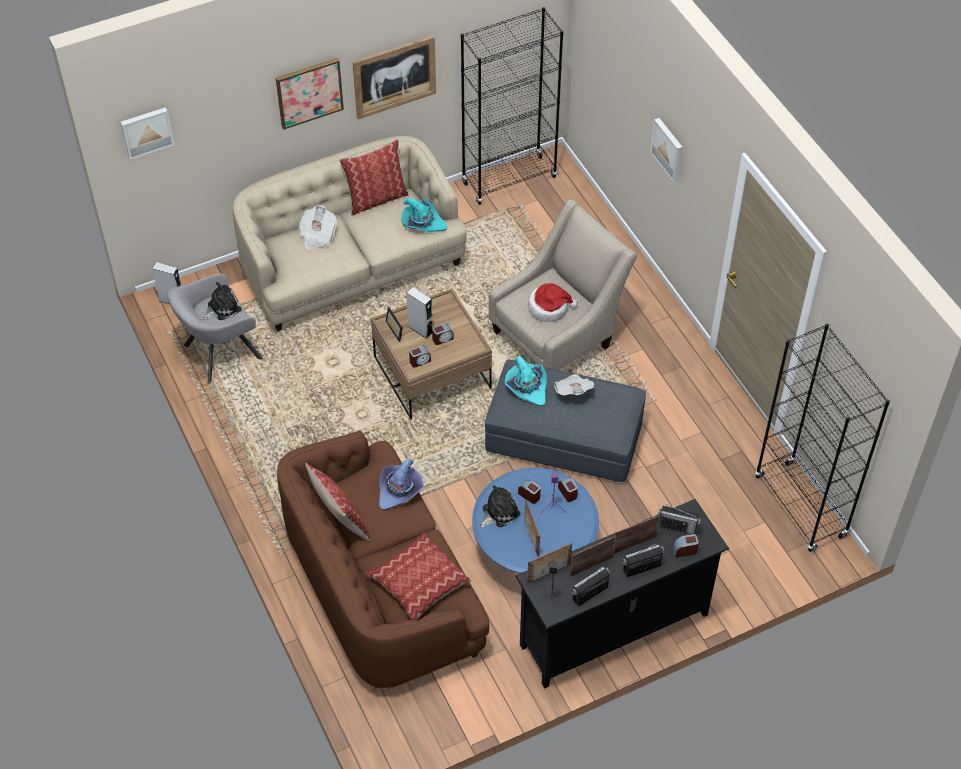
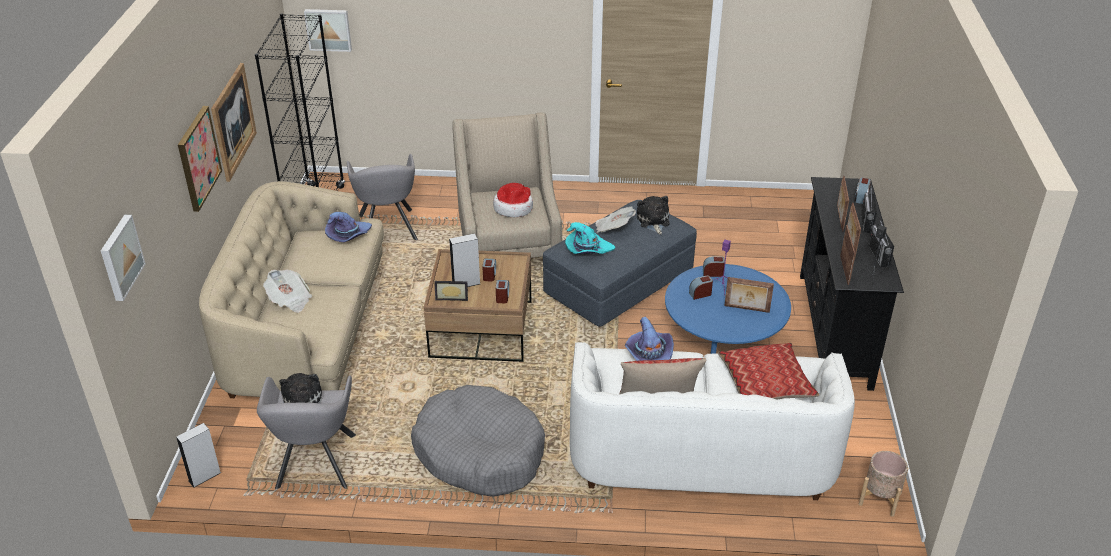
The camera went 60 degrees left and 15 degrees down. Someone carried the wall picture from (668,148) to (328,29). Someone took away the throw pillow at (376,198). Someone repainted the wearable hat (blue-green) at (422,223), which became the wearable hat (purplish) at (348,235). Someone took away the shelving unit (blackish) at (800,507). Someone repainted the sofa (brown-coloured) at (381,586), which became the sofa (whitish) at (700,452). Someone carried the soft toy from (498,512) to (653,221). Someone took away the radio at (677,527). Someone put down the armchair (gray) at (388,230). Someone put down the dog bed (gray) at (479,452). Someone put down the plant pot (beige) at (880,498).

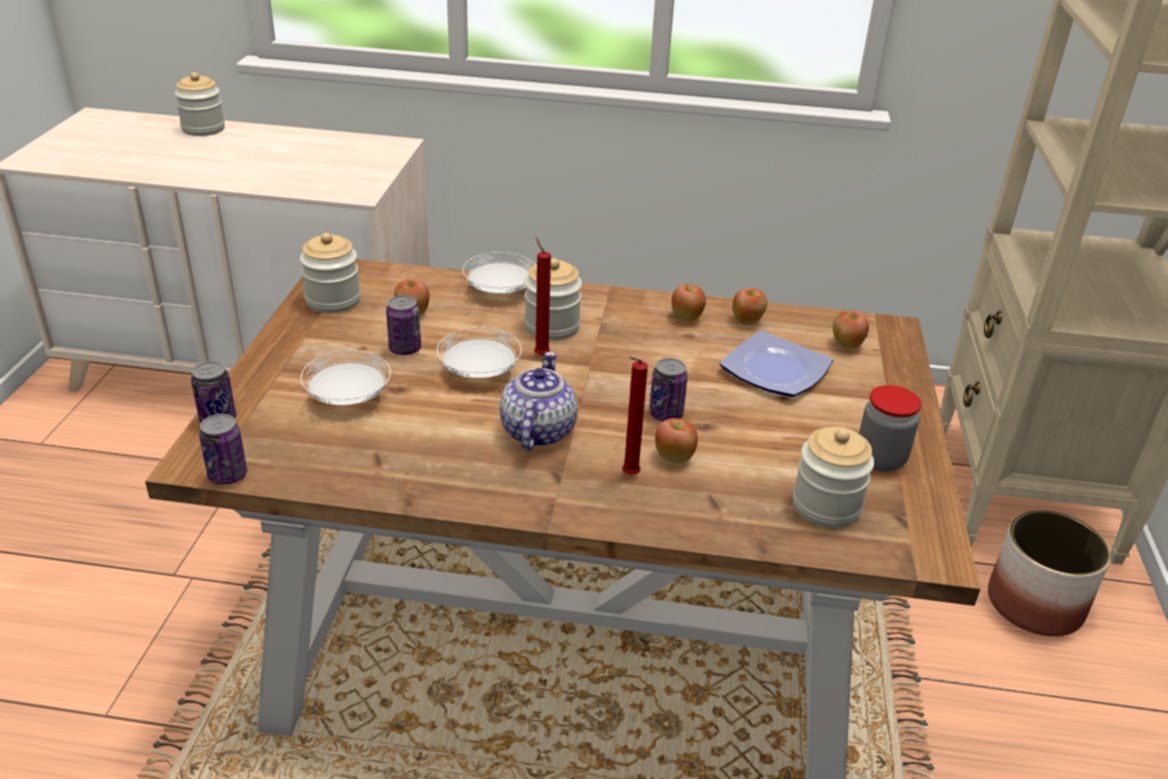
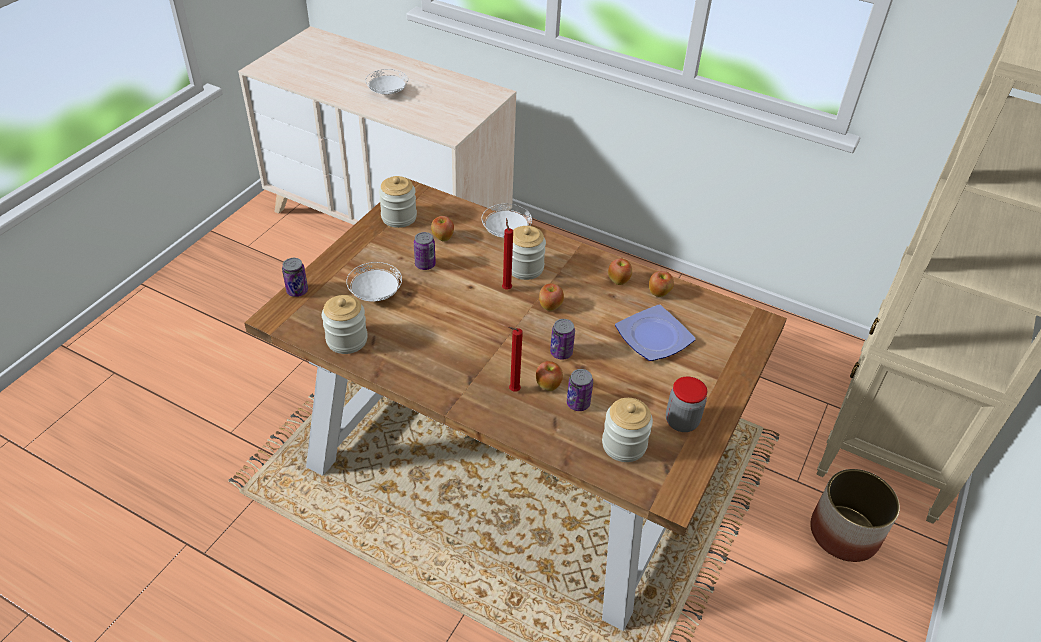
The camera went 20 degrees right and 10 degrees up. Someone carried the storage jar from (203,129) to (347,340). Someone carried the apple from (846,345) to (550,306). Someone carried the plate (whitish) from (480,373) to (387,92). Someone took away the pot for tea at (536,432). Someone carried the can from (227,475) to (578,403).

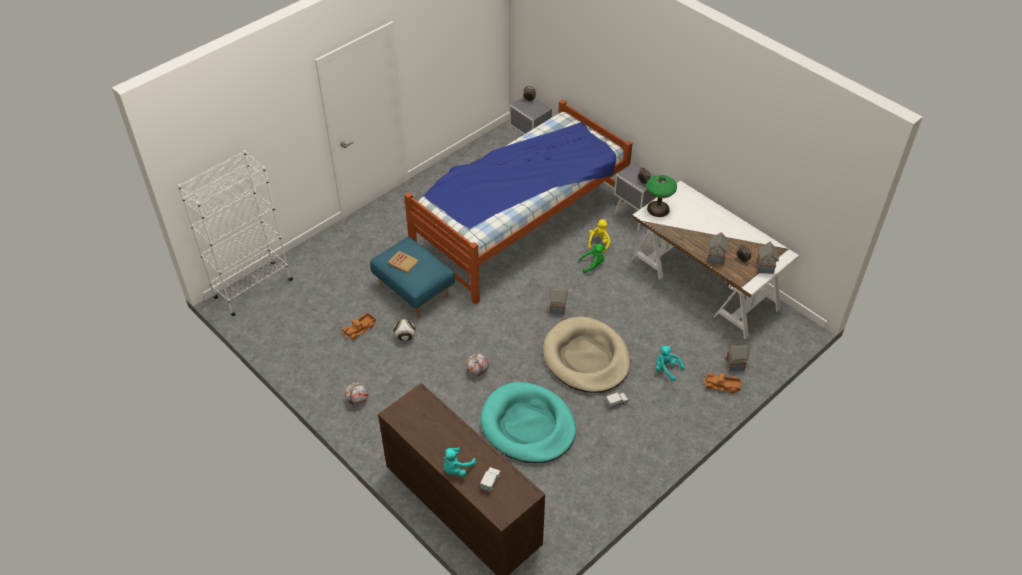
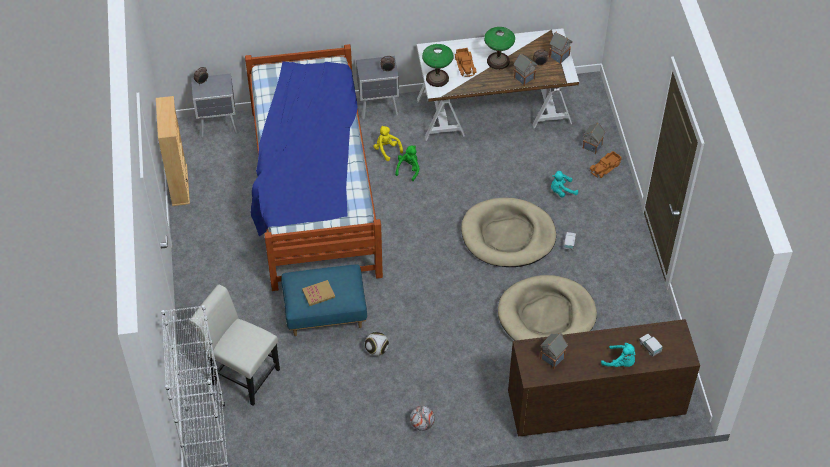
The camera went 55 degrees left and 5 degrees up. Someone carried the toy house from (558,308) to (552,357). Someone carried the toy lorry from (360,329) to (465,65). Someone took away the football at (477,371). Someone repainted the dog bed (blue-green) at (528,426), which became the dog bed (beige) at (546,315). Someone rotated the soft toy (blue-green) at (456,468) by 45 degrees counterclockwise. Someone put down the lamp for a table at (498,61). Someone put down the shelving unit (beige) at (179,185). Someone put down the plain chair (whitish) at (241,374).

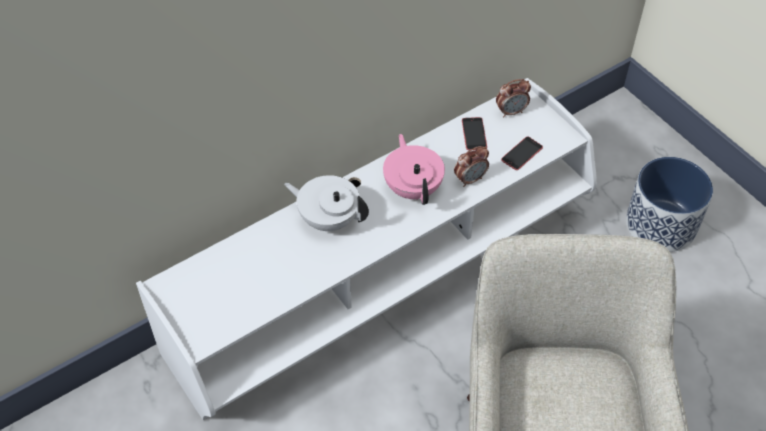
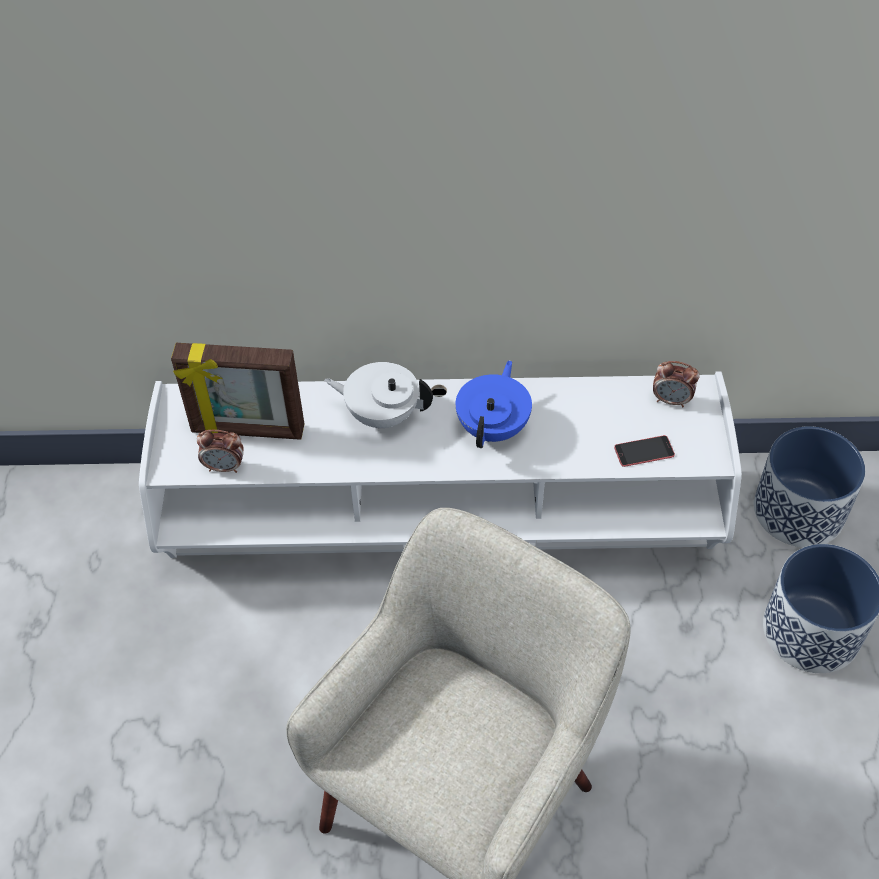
The camera went 35 degrees right and 0 degrees up. Someone took away the handset at (474,134). Someone repainted the pot for tea (pink-coloured) at (413,188), which became the pot for tea (blue-coloured) at (494,427). Someone carried the table clock from (470,179) to (224,467). Someone rotated the pot for tea (whitish) at (328,219) by 45 degrees counterclockwise. Someone put down the standing frame at (247,431). Someone put down the plant pot at (799,511).

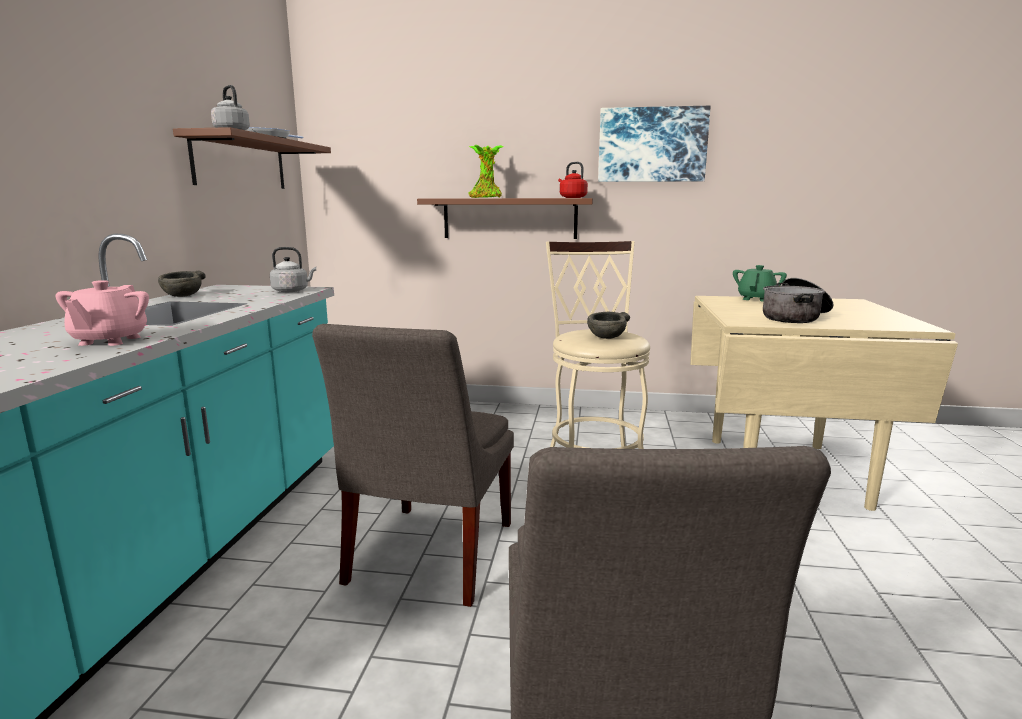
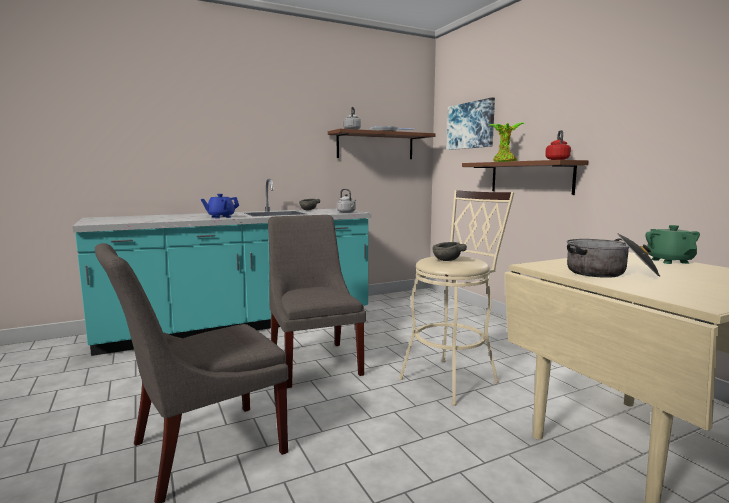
The camera went 55 degrees right and 5 degrees down. Someone carried the wall picture from (652,145) to (471,125). Someone rotated the pot for tea (green) at (756,299) by 90 degrees counterclockwise. Someone repainted the pot for tea (pink-coloured) at (109,341), which became the pot for tea (blue-coloured) at (220,217). Someone rotated the plain chair (gray) at (428,556) by 90 degrees clockwise.

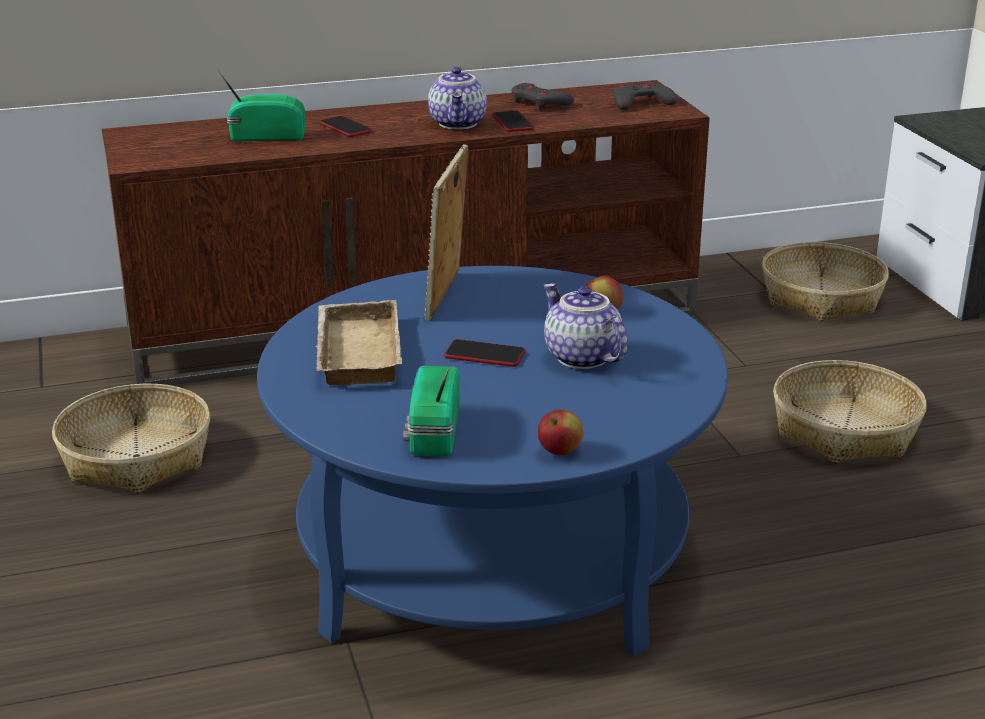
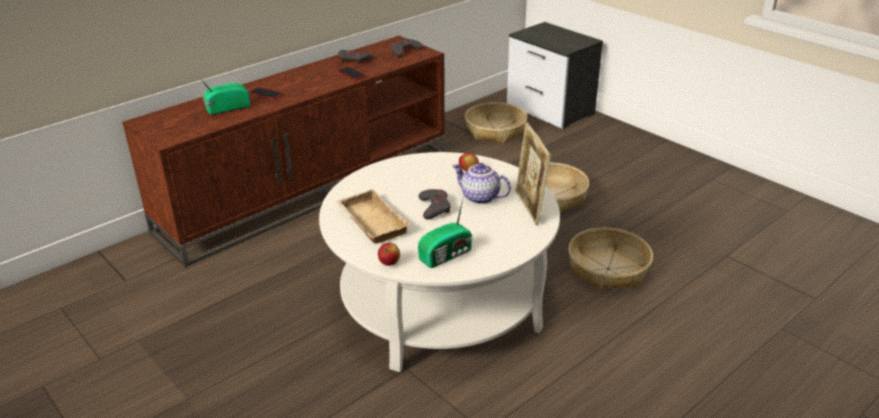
The camera went 25 degrees left and 5 degrees up. Someone took away the pot for tea at (459,124). Someone carried the standing frame from (447,296) to (529,207). Someone repainted the coffee table (blue-coloured) at (492,552), which became the coffee table (whitish) at (440,302). Someone swapped the handset at (485,355) for the game controller (gray) at (434,207). Someone rotated the radio at (432,433) by 105 degrees counterclockwise. Someone carried the basket from (135,456) to (607,269). Someone carried the apple from (560,452) to (389,263).

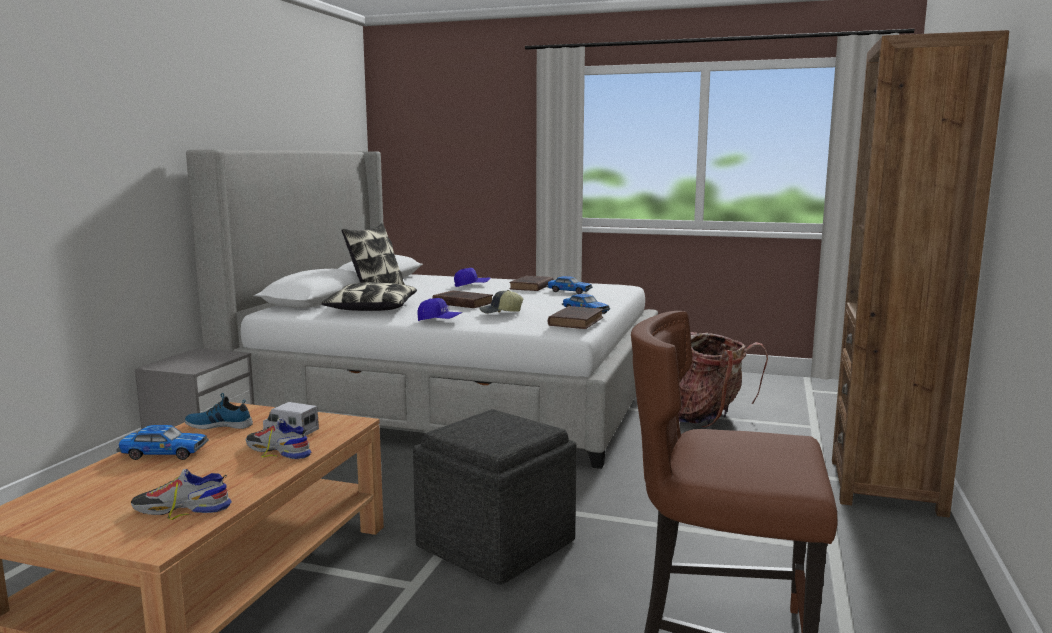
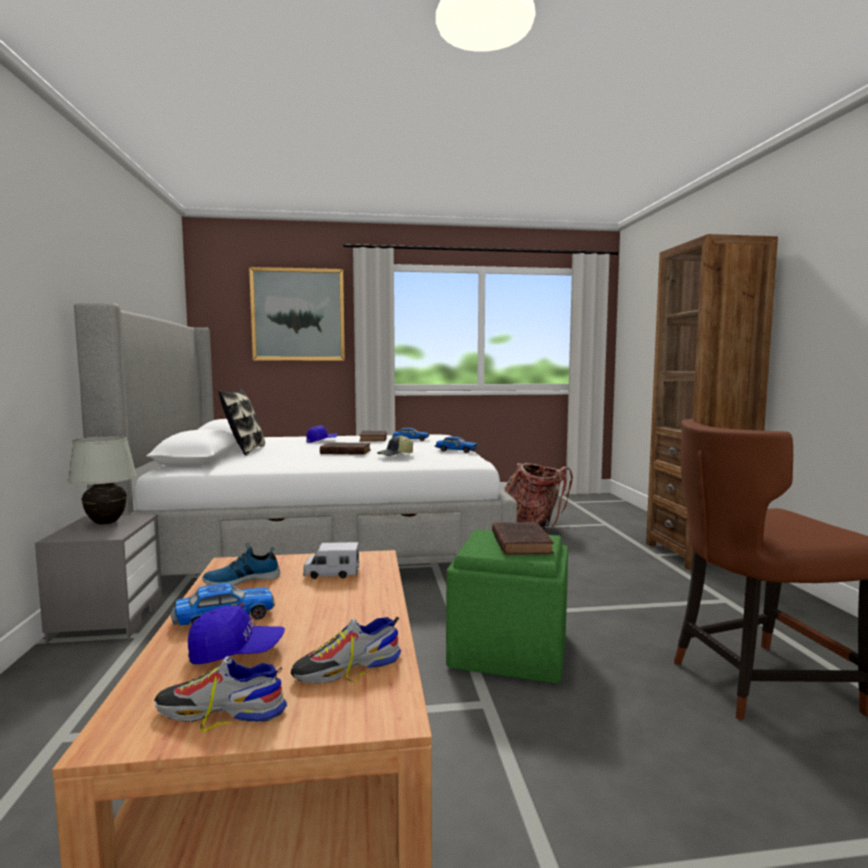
The camera went 25 degrees left and 5 degrees down. Someone took away the throw pillow at (371,308). Someone carried the peaked cap (blue-coloured) from (439,321) to (236,652). Someone carried the bound book (brown-coloured) from (576,321) to (520,542). Someone repainted the ottoman (gray) at (496,543), which became the ottoman (green) at (508,649). Someone carried the item of footwear from (278,450) to (220,711). Someone put up the wall picture at (298,315). Someone put down the lamp for a table (whitish) at (106,523).

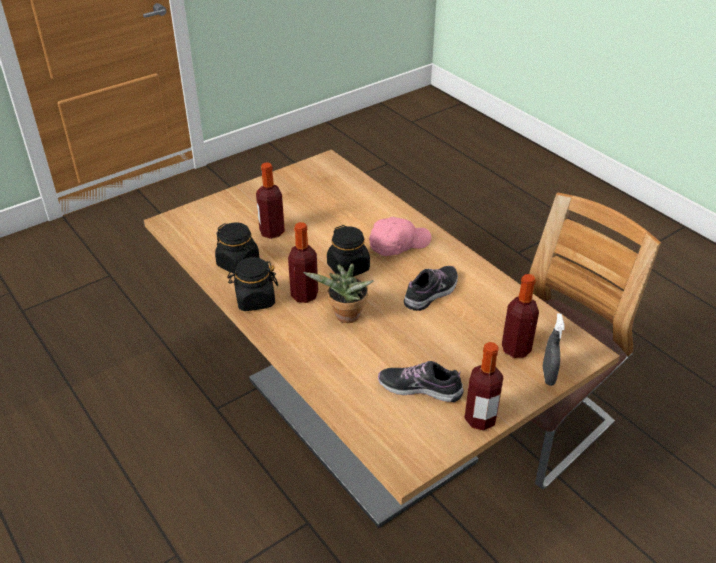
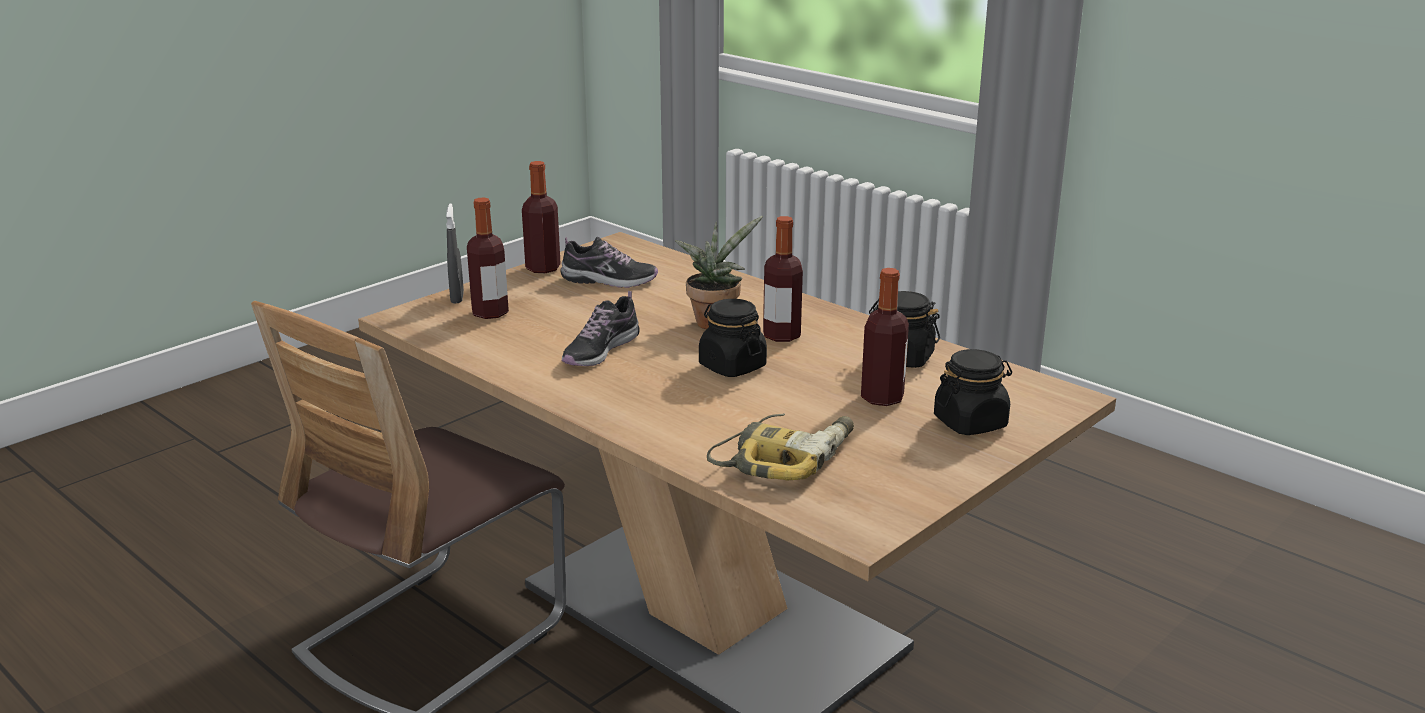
The camera went 170 degrees right and 15 degrees down. Someone took away the peaked cap (pink-coloured) at (398,244). Someone carried the storage jar (blackish) from (255,300) to (970,422). Someone put down the power drill at (785,457).

